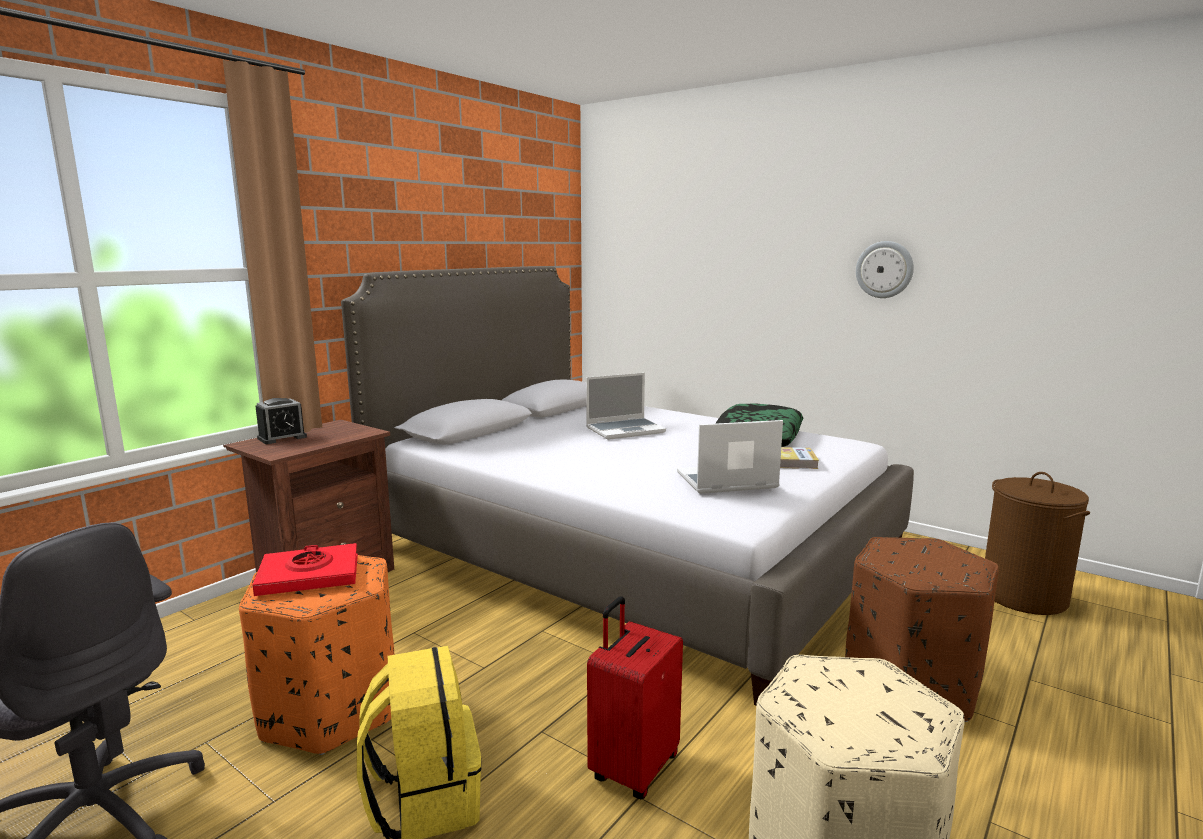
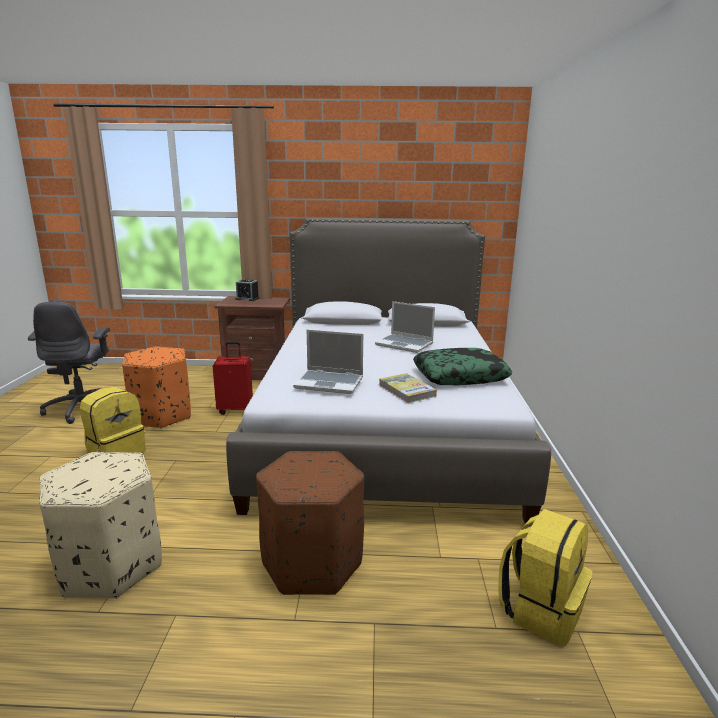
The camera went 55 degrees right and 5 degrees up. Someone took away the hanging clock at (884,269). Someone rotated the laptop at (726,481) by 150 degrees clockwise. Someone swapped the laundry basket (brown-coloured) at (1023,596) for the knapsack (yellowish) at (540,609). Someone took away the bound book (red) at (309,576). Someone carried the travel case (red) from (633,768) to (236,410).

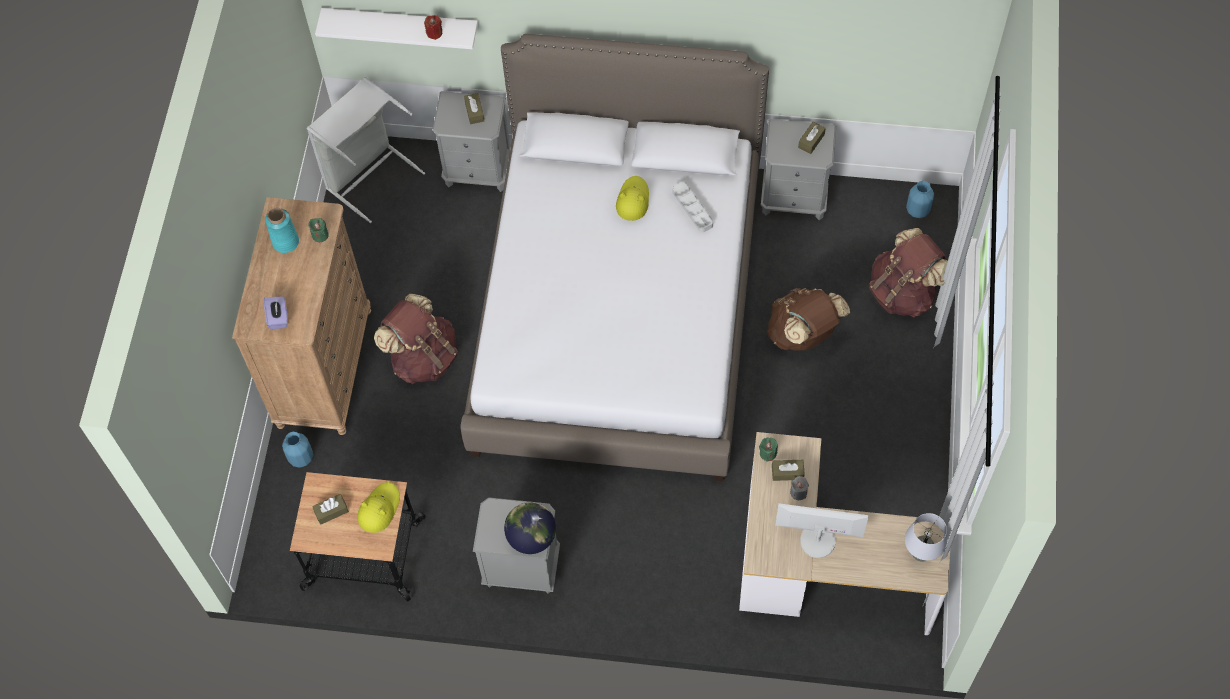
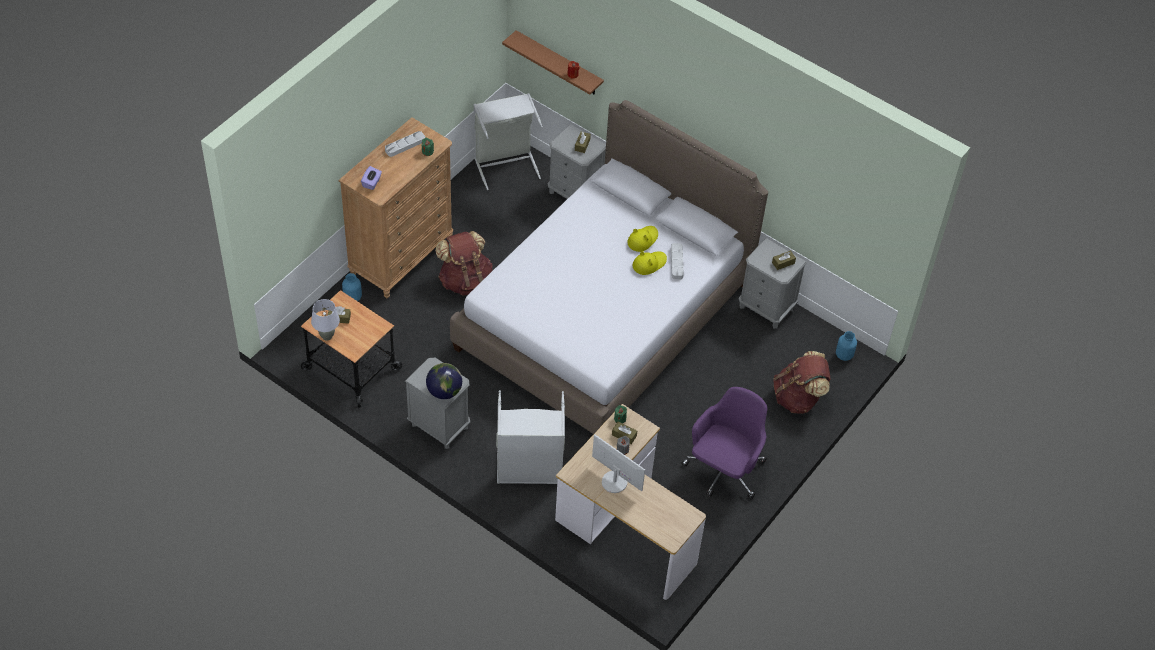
The camera went 25 degrees right and 10 degrees down. Someone repainted the bracket shelf (whitish) at (401,25), which became the bracket shelf (brown-coloured) at (559,64). Someone swapped the decorative vase (blue-green) at (285,242) for the tray (gray) at (405,145). Someone took away the knapsack (brown-coloured) at (803,334). Someone carried the wearable hat (yellowish) from (379,509) to (649,264). Someone carried the lamp for a table (gray) from (920,554) to (327,336). Someone put down the desk chair (purplish) at (724,471). Someone put down the laundry basket (gray) at (529,469).

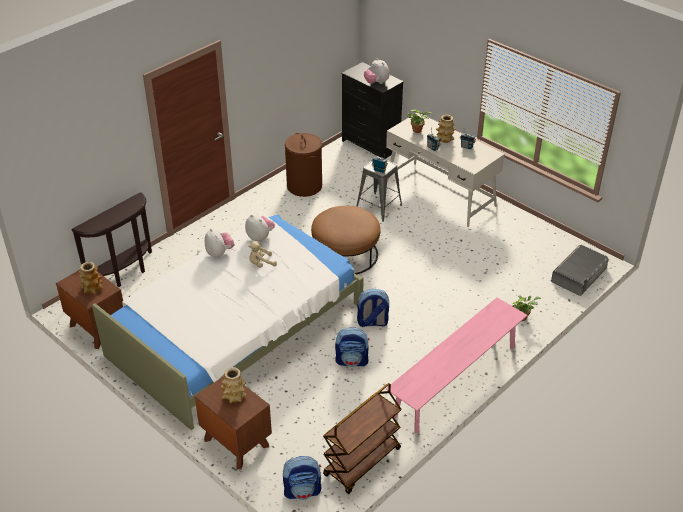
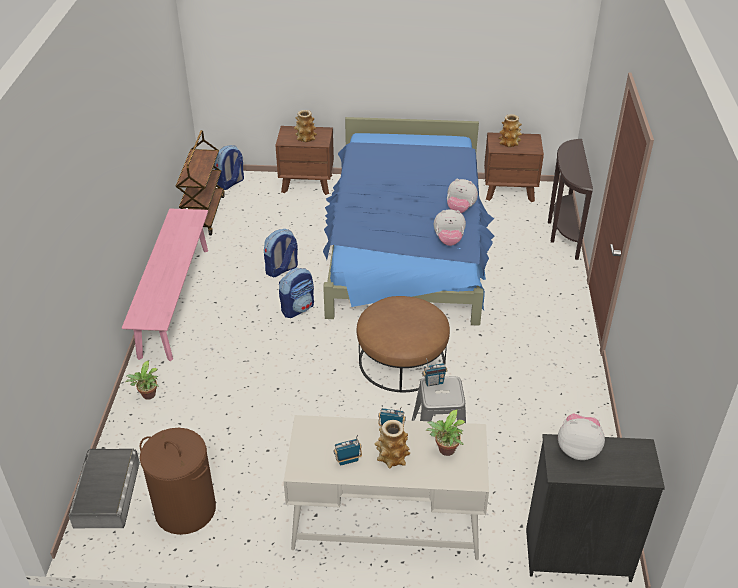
The camera went 140 degrees right and 0 degrees up. Someone carried the laundry basket (brown-coloured) from (304,186) to (185,510). Someone repainted the bedroom bed (whitish) at (238,328), which became the bedroom bed (blue-coloured) at (406,244). Someone took away the soft toy (beige) at (261,264).

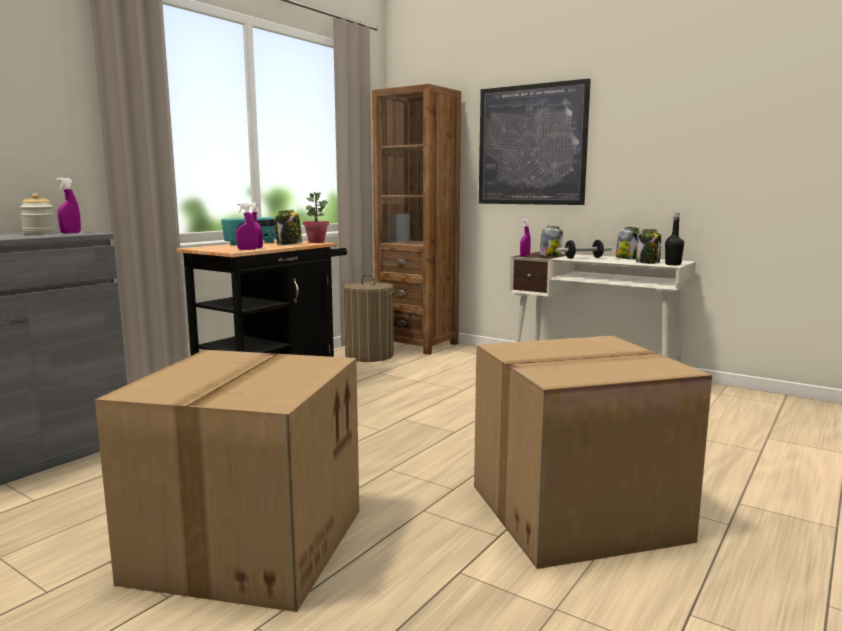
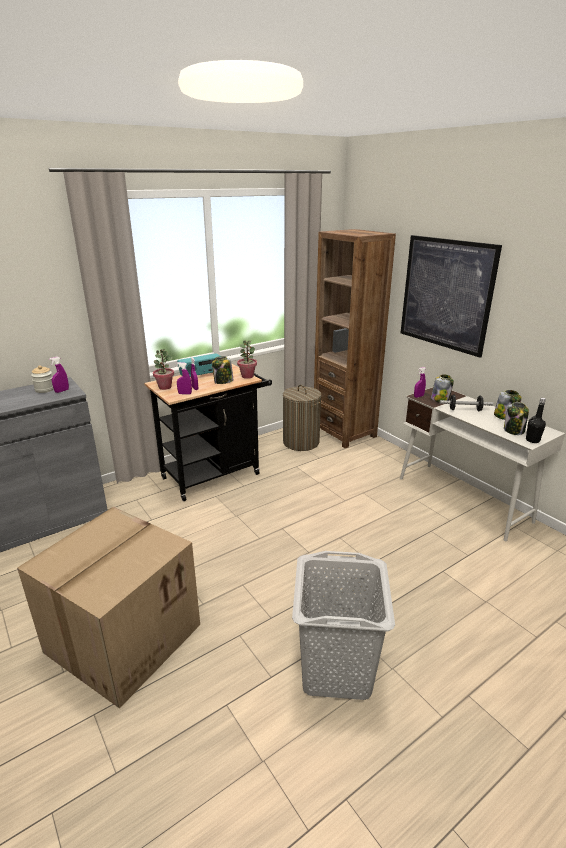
The camera went 20 degrees right and 15 degrees up. Someone swapped the carton at (574,513) for the laundry basket (gray) at (336,669). Someone put down the plant in a pot at (165,387).

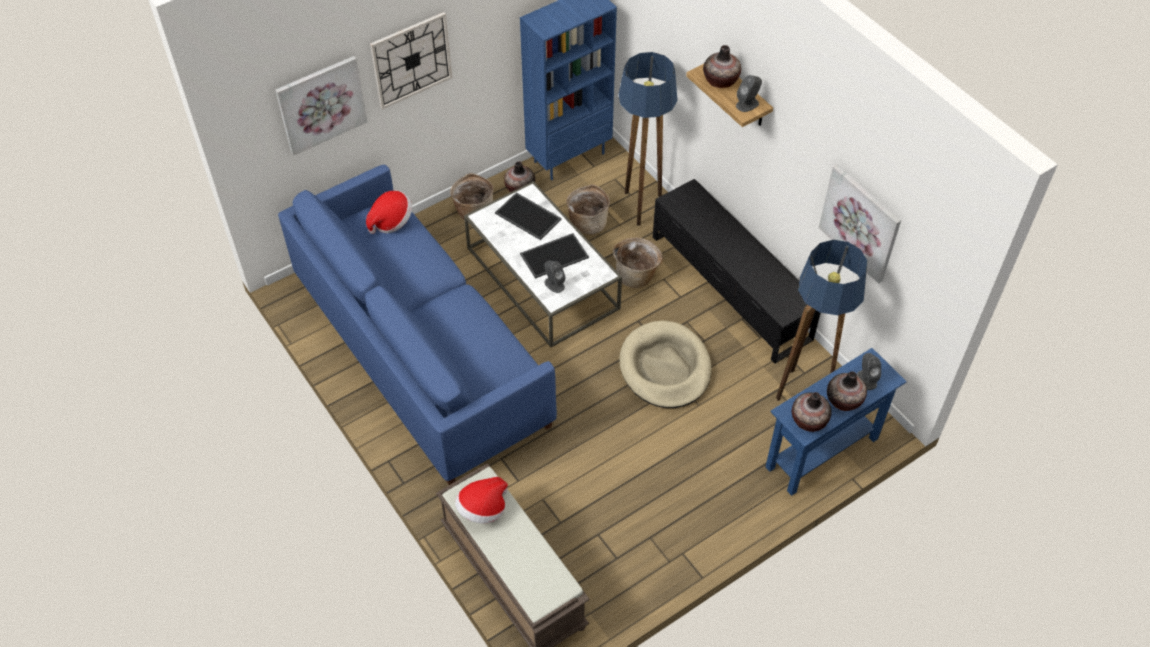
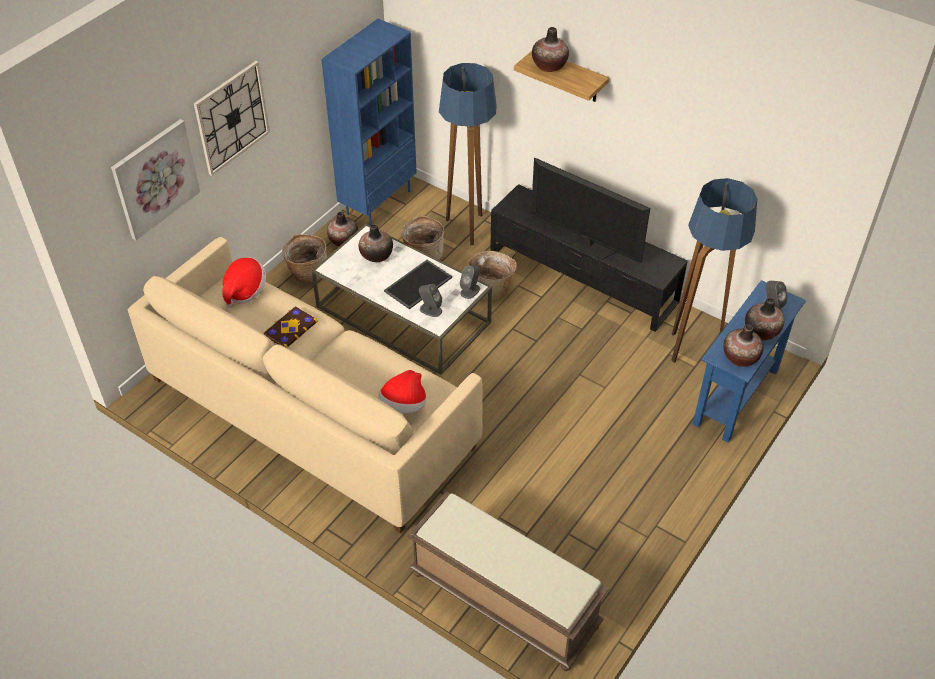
The camera went 20 degrees left and 5 degrees down. Someone carried the audio speaker (gray) from (747,104) to (470,290). Someone took away the wall picture at (860,222). Someone repainted the sofa (blue-coloured) at (420,349), which became the sofa (beige) at (311,412). Someone swapped the tray at (529,216) for the decorative vase at (376,255). Someone took away the dog bed (beige) at (665,368). Someone carried the wearable hat from (483,509) to (404,405). Someone put down the television at (585,242). Someone put down the bound book at (290,328).

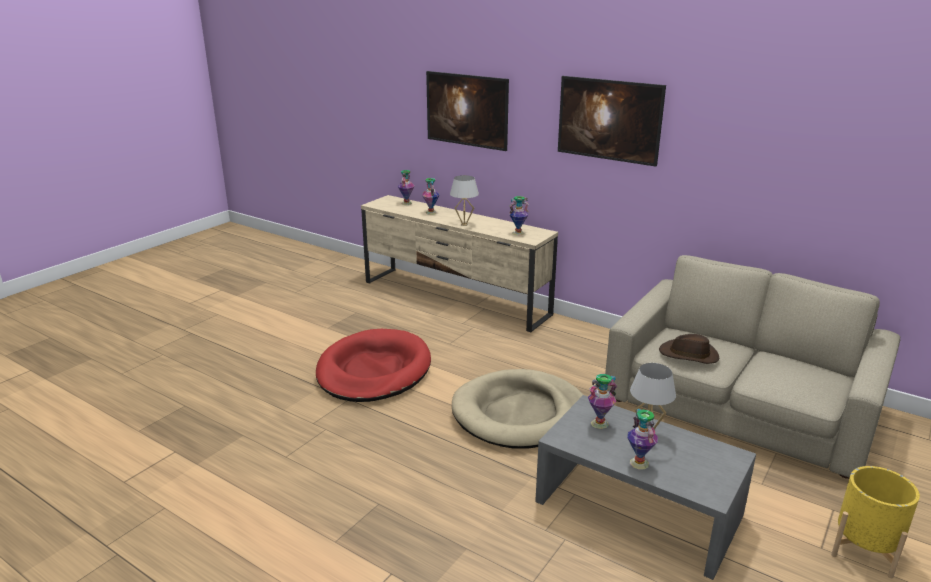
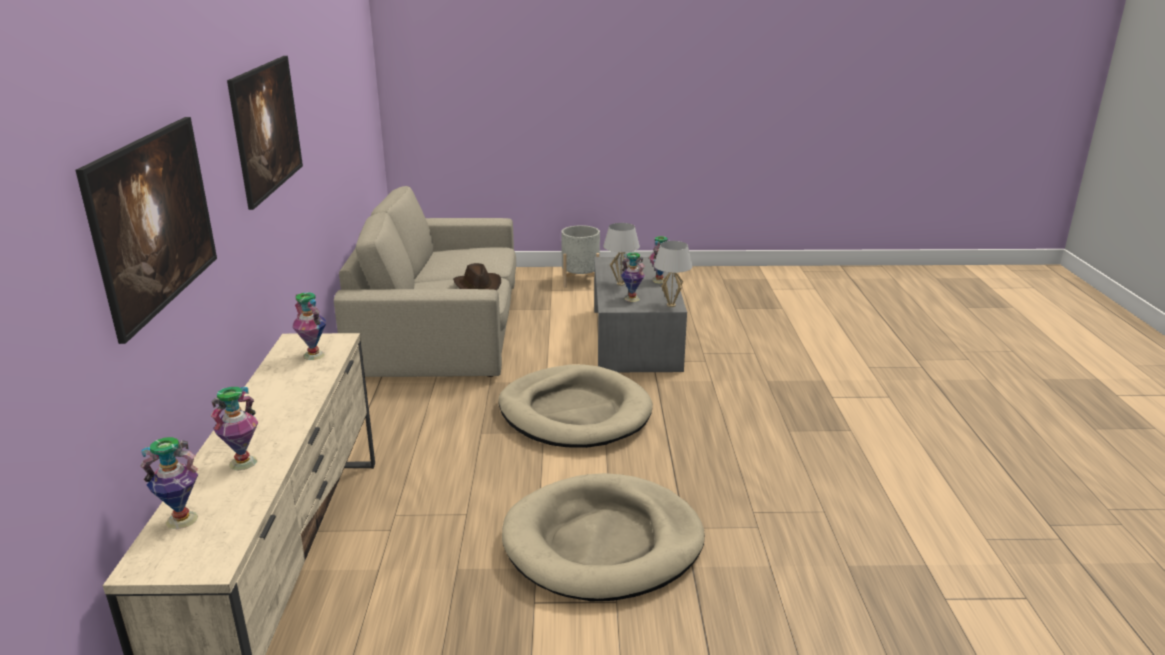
The camera went 125 degrees left and 0 degrees up. Someone carried the lamp for a table (whitish) from (464,224) to (671,305). Someone repainted the dog bed (red) at (374,370), which became the dog bed (beige) at (603,543). Someone repainted the plant pot (yellowish) at (864,549), which became the plant pot (gray) at (580,281).

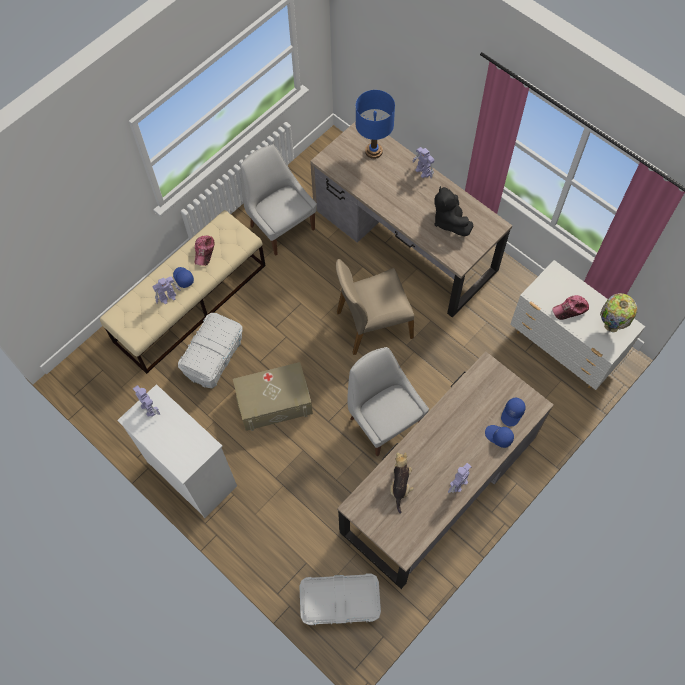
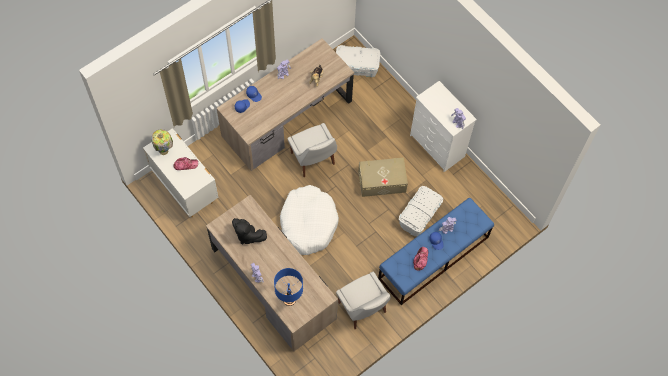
The camera went 175 degrees left and 0 degrees up. Someone rotated the soft toy (blackish) at (449,220) by 135 degrees clockwise. Someone repainted the indoor bench (beige) at (191,302), which became the indoor bench (blue-coloured) at (433,258). Someone swapped the plain chair (beige) at (373,324) for the dog bed (whitish) at (308,223).

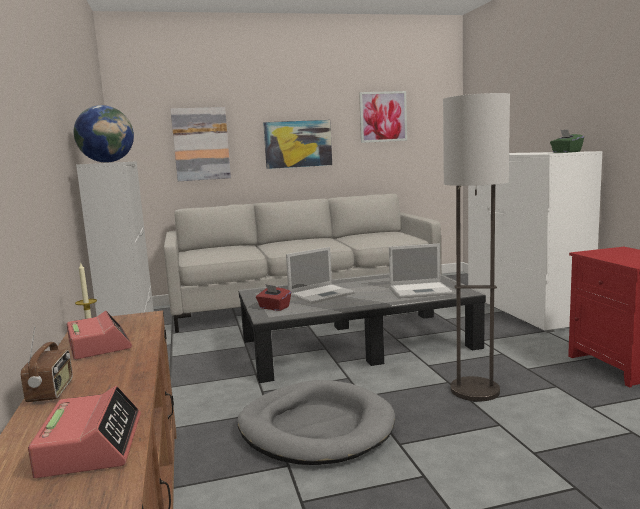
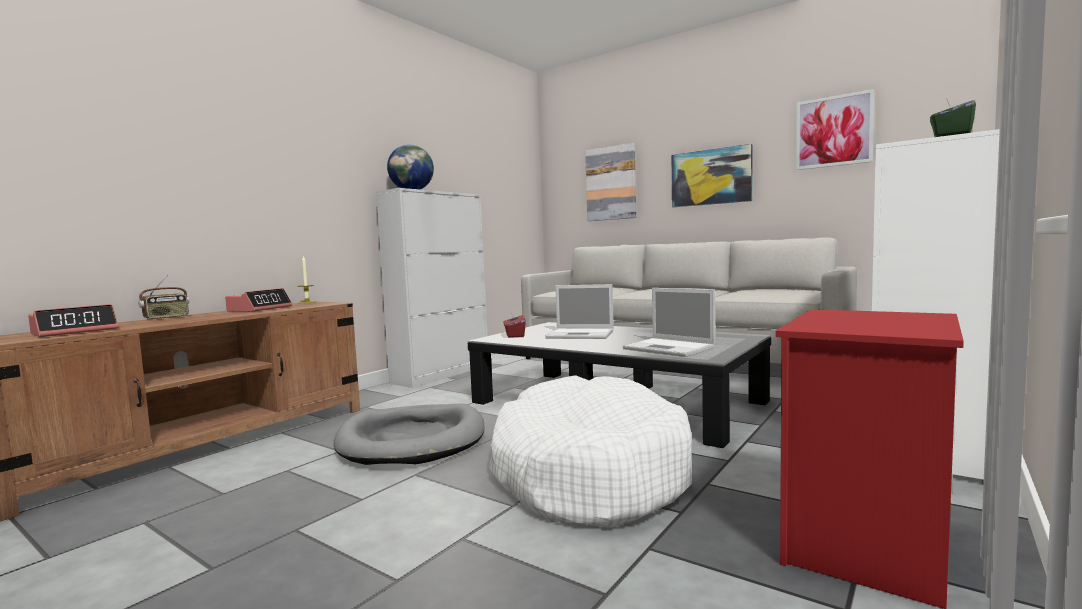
The camera went 50 degrees right and 5 degrees down. Someone swapped the floor lamp at (475,390) for the dog bed (whitish) at (587,473).

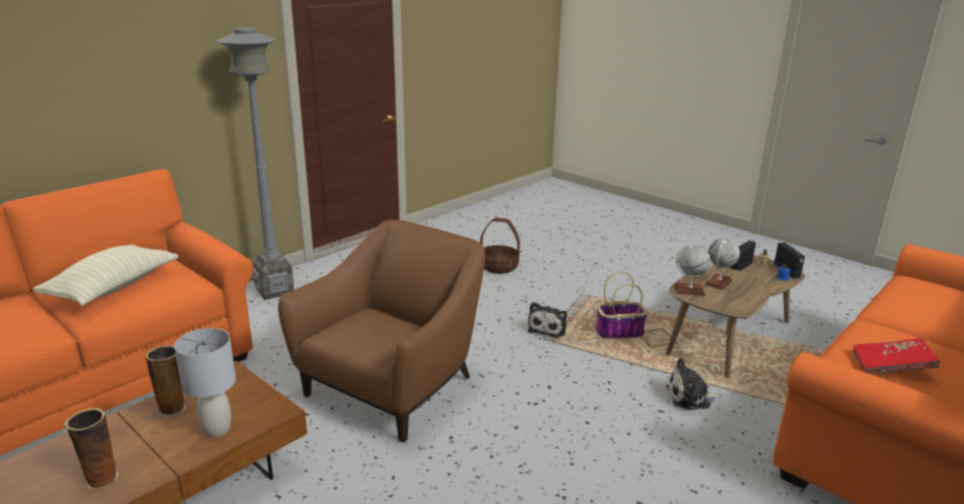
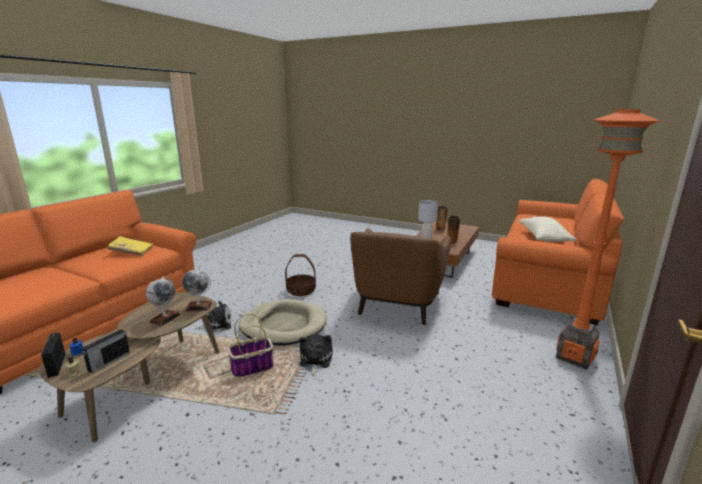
The camera went 165 degrees right and 5 degrees down. Someone repainted the floor lamp (gray) at (275,290), which became the floor lamp (orange) at (575,357). Someone carried the basket from (499,266) to (301,290). Someone repainted the bound book (red) at (891,367), which became the bound book (yellowish) at (131,252). Someone put down the dog bed (beige) at (283,325).

